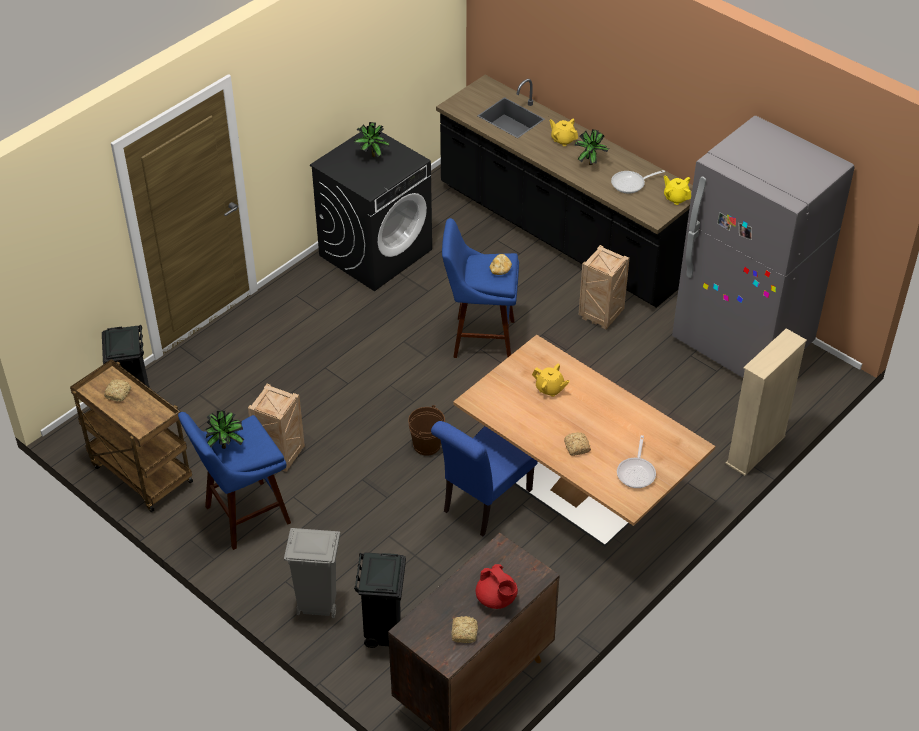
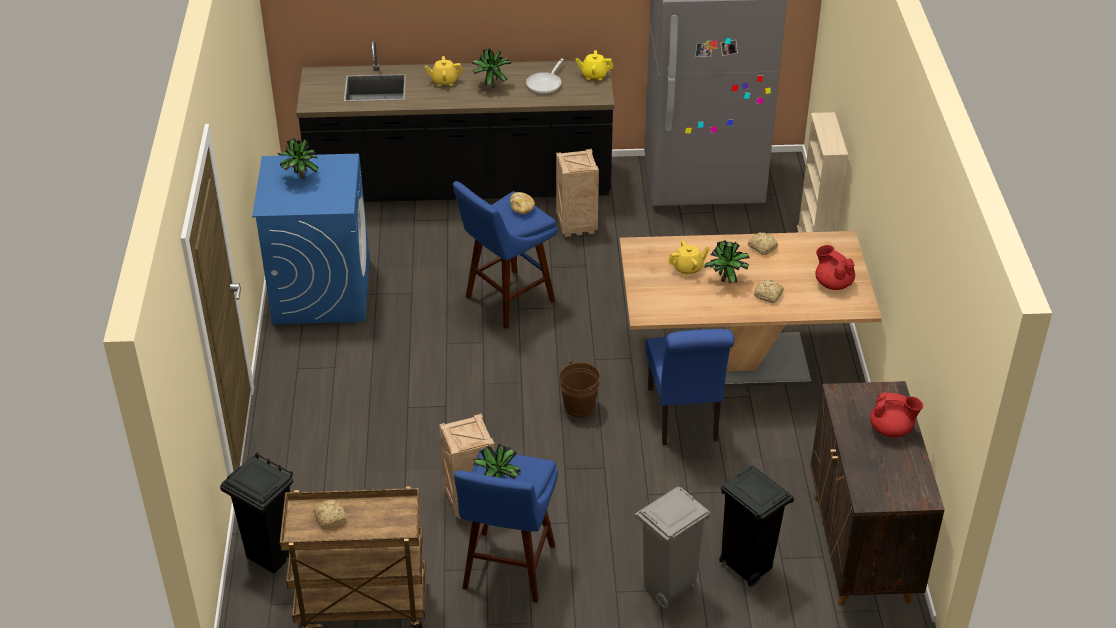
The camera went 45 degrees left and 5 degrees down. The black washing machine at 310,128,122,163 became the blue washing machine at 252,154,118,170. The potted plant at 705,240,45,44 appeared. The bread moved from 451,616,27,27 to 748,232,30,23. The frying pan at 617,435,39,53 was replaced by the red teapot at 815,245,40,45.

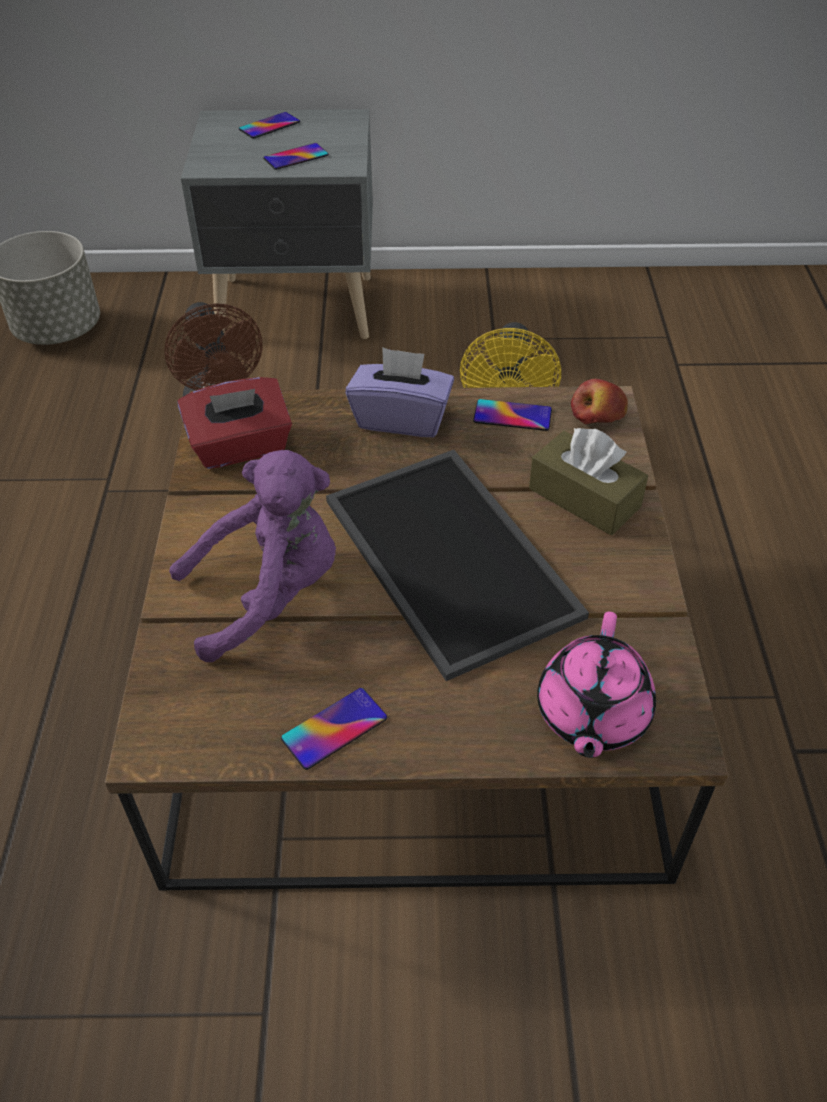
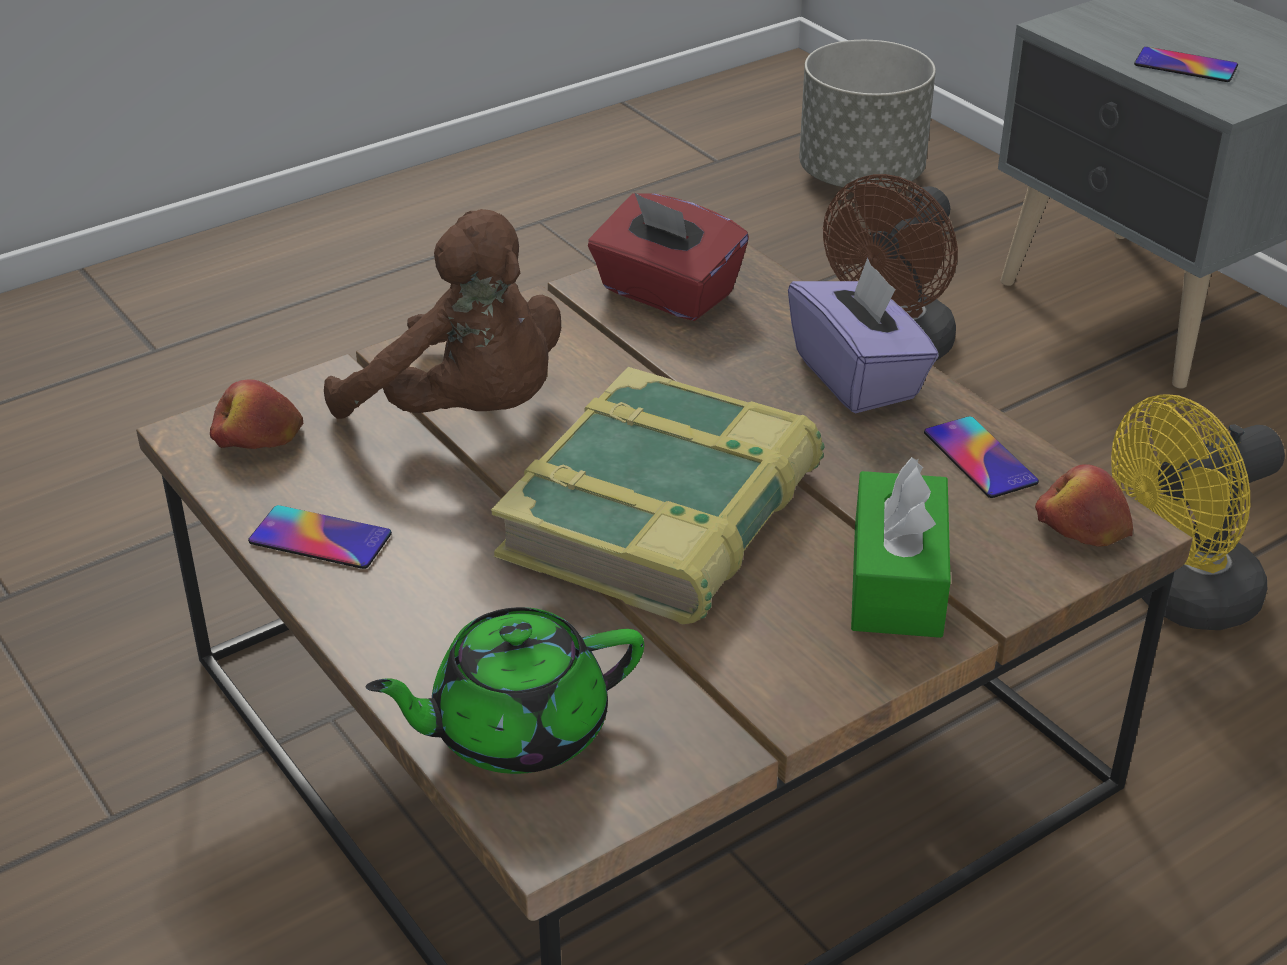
The camera went 55 degrees right and 10 degrees down. The apple at 210,380,94,69 appeared. The purple plush toy at 169,450,167,212 became the brown plush toy at 324,209,238,210. The pink teapot at 537,612,119,146 became the green teapot at 365,607,279,167. The tray at 326,450,263,231 was replaced by the book at 491,367,334,257. The brown tissue box at 529,428,119,107 became the green tissue box at 851,457,100,181. The phone at 239,112,61,27 disappeared.

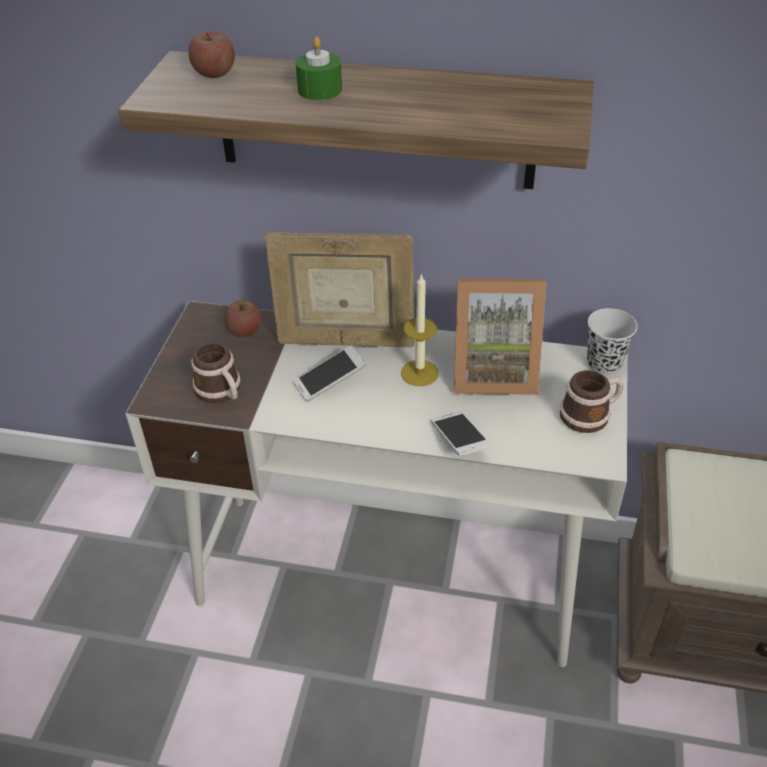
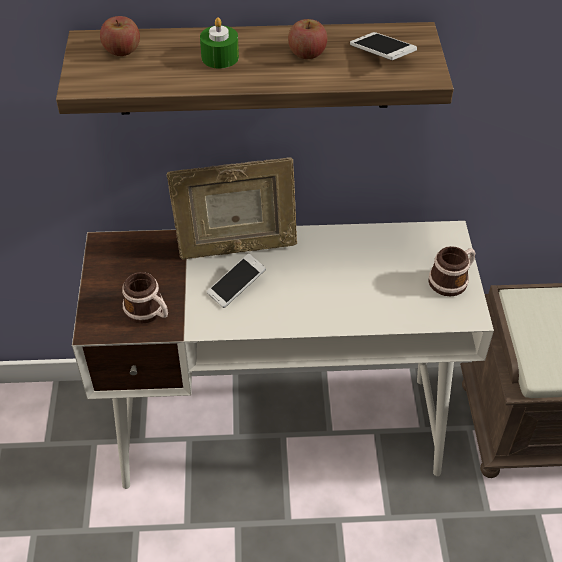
The camera went 15 degrees left and 5 degrees up. The apple moved from 224,300,38,37 to 288,19,39,40. The phone moved from 431,411,60,45 to 350,32,67,28. The candle at 401,273,38,113 disappeared. The picture frame at 454,278,93,117 disappeared. The black cup at 587,308,51,67 disappeared.

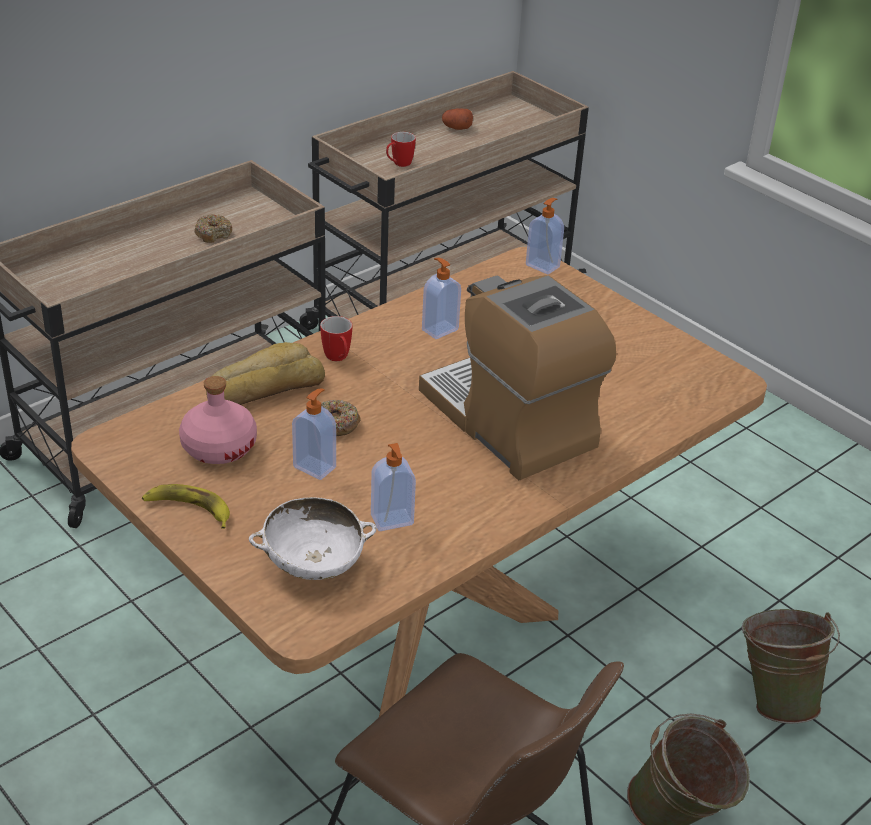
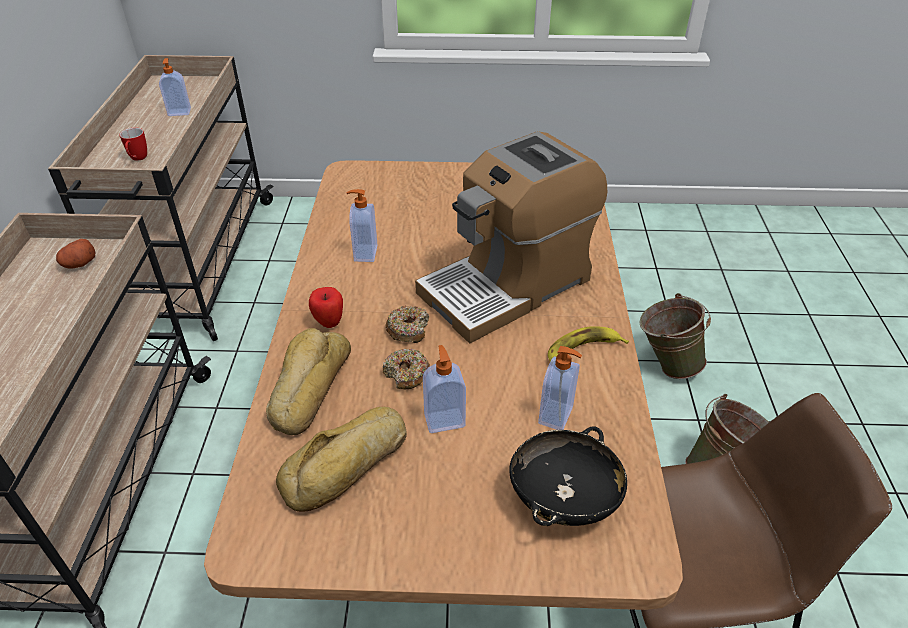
The camera went 45 degrees left and 5 degrees up. The potato moved from 442,108,31,22 to 56,239,39,30. The soap dispenser moved from 526,198,38,76 to 159,58,32,58. The pink bottle at 179,376,78,88 was replaced by the bread at 276,407,131,105. The mug at 320,316,32,45 was replaced by the apple at 309,287,34,41. The donut moved from 195,214,37,29 to 385,306,44,37. The coffee machine at 419,275,197,205 turned 45 degrees counterclockwise. The white bowl at 249,497,128,83 became the black bowl at 509,426,118,100. The banana moved from 142,484,88,45 to 548,326,81,35.

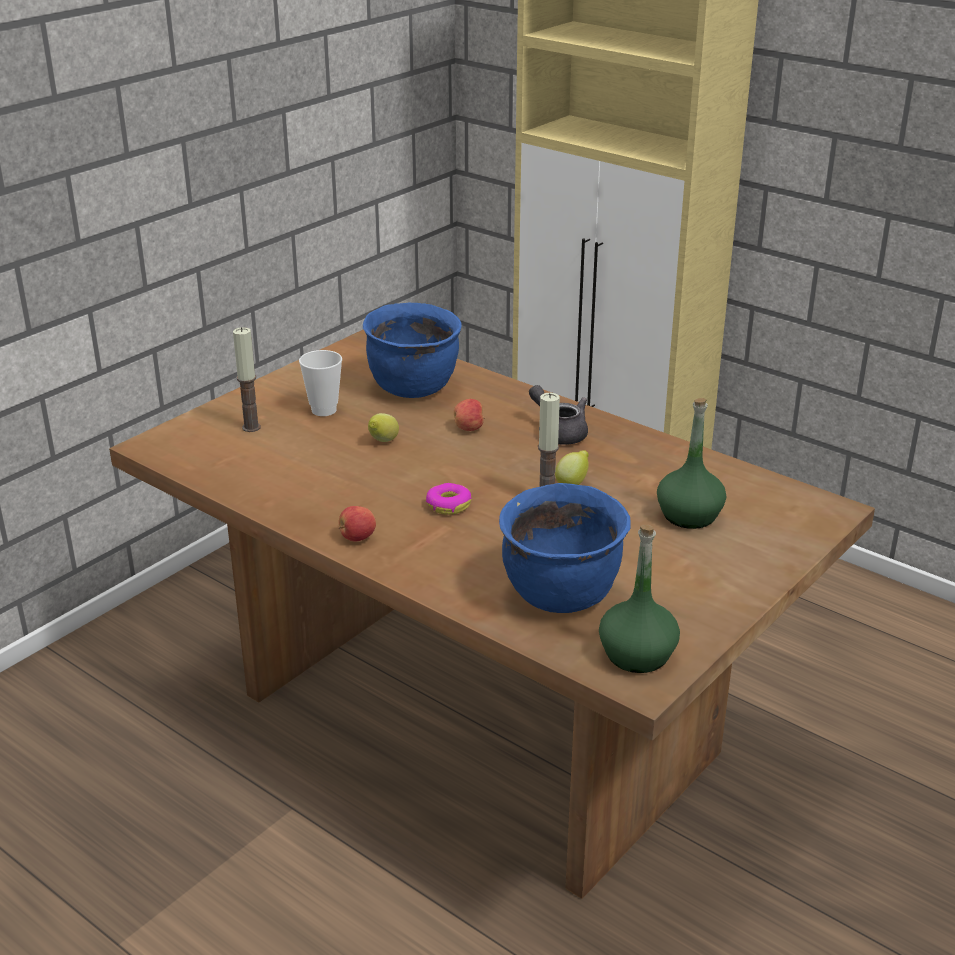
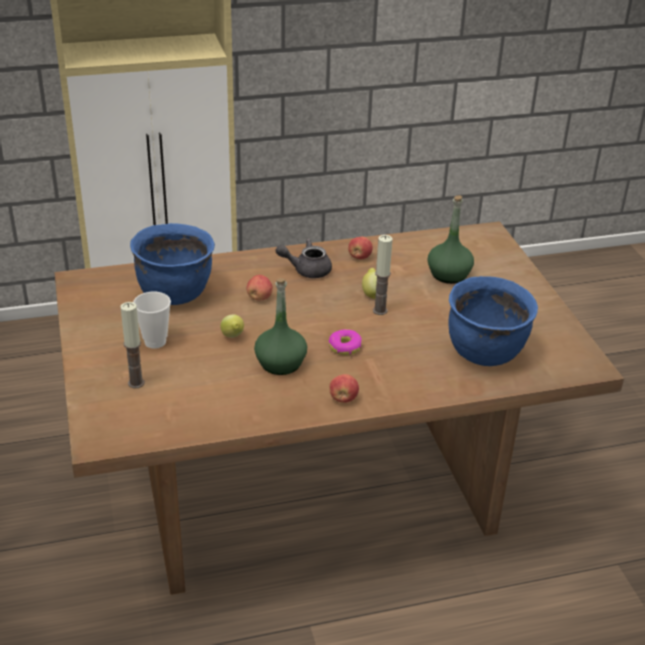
The camera went 55 degrees left and 5 degrees up. The green bottle moved from 599,525,81,148 to 254,278,53,97. The apple at 348,236,25,24 appeared.

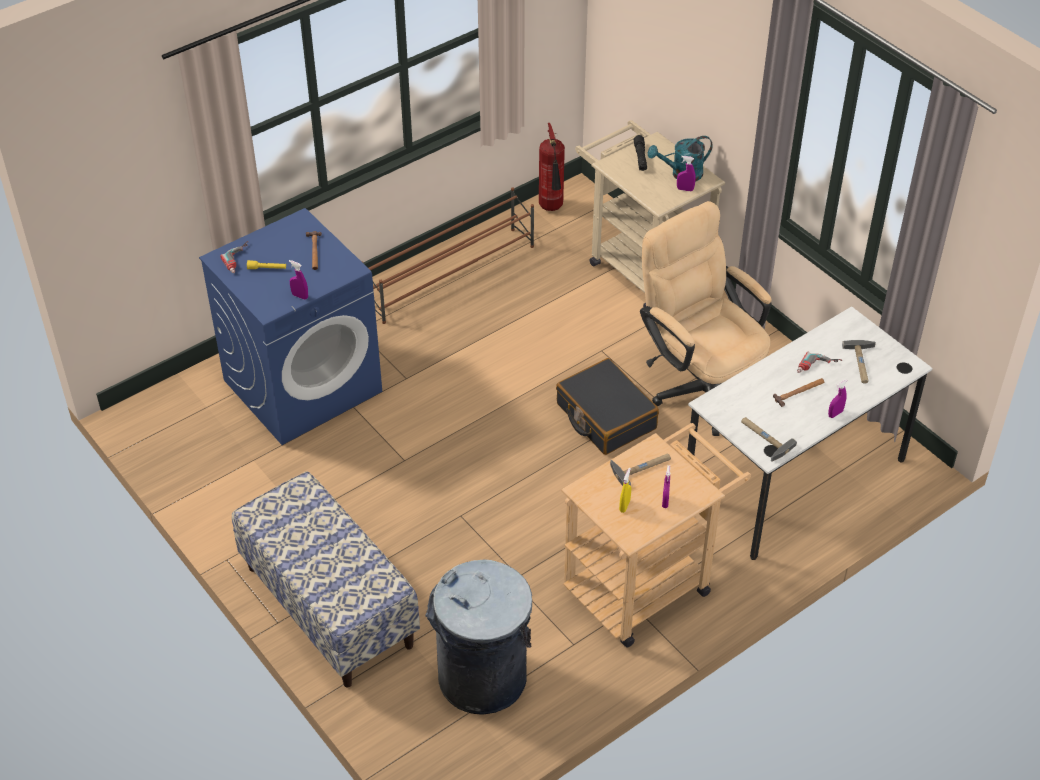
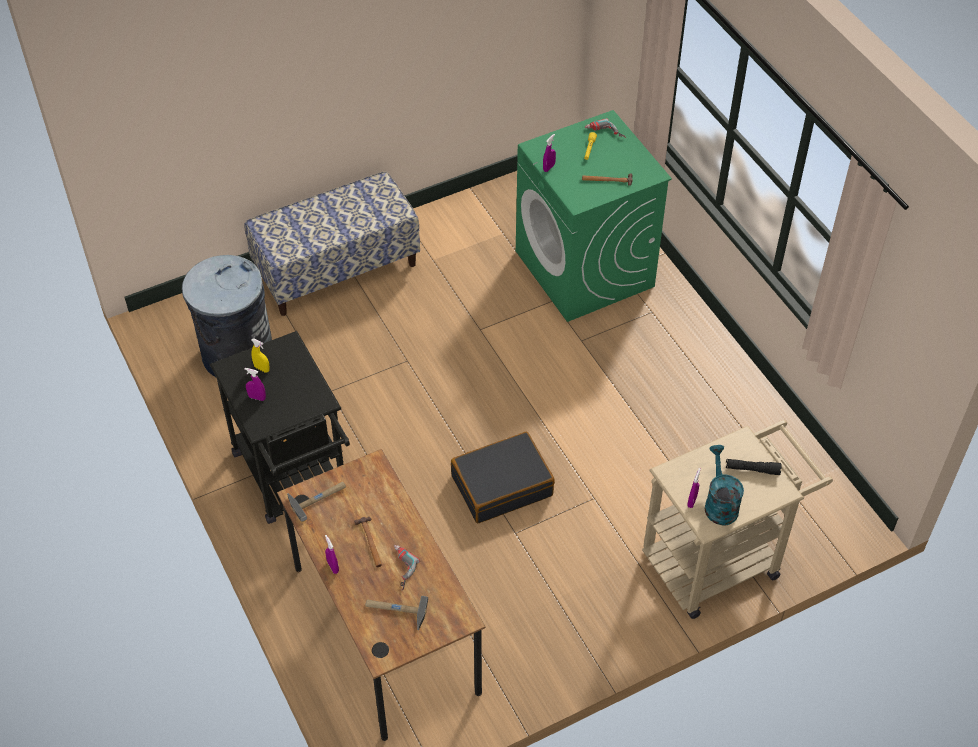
The camera went 100 degrees right and 5 degrees up. The beige cart at 561,423,190,224 became the black cart at 210,331,140,193. The white desk at 688,306,245,254 became the brown desk at 277,449,209,292. The blue washing machine at 199,208,183,237 became the green washing machine at 516,110,156,212. The brown shoe rack at 361,187,173,137 disappeared. The fire extinguisher at 539,123,26,88 disappeared. The hammer at 610,454,61,32 disappeared. The beige office chair at 640,201,131,235 disappeared.

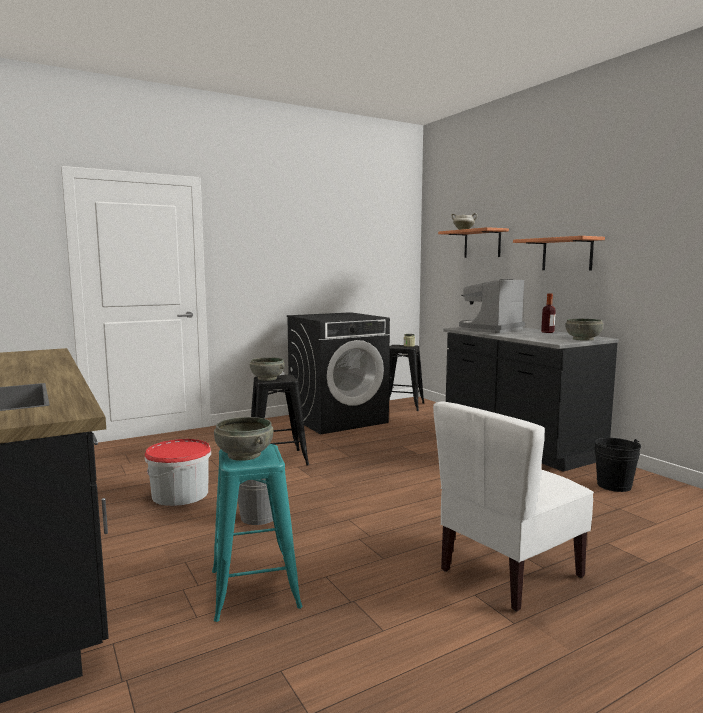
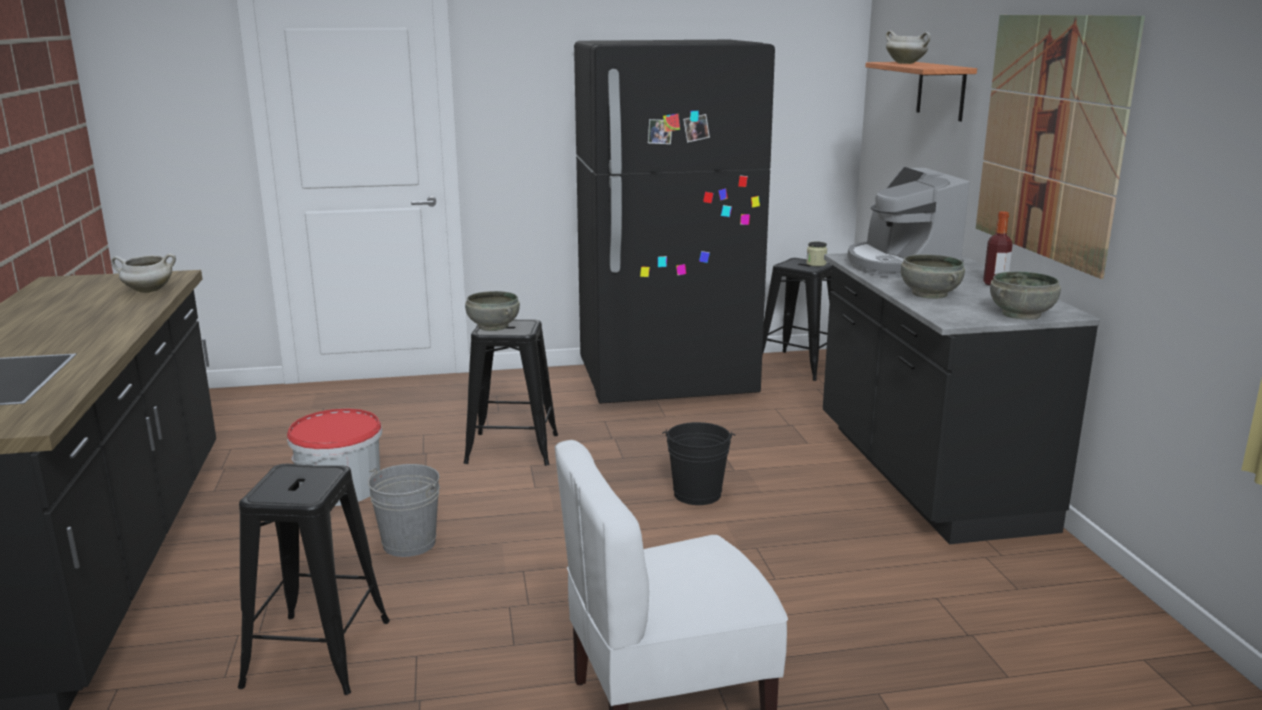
The camera went 20 degrees right and 10 degrees up. The white cooking pot at 111,253,65,40 appeared. The turquoise stool at 212,444,90,178 became the black stool at 238,464,152,231. The black washing machine at 286,312,104,122 was replaced by the black fridge at 574,40,201,364. The black bucket moved from 595,438,46,54 to 662,422,73,83. The coffee machine at 459,279,66,54 turned 75 degrees counterclockwise. The grey bowl moved from 214,417,59,44 to 901,254,64,45. The shelf at 513,236,92,35 was replaced by the picture at 976,15,169,264.

